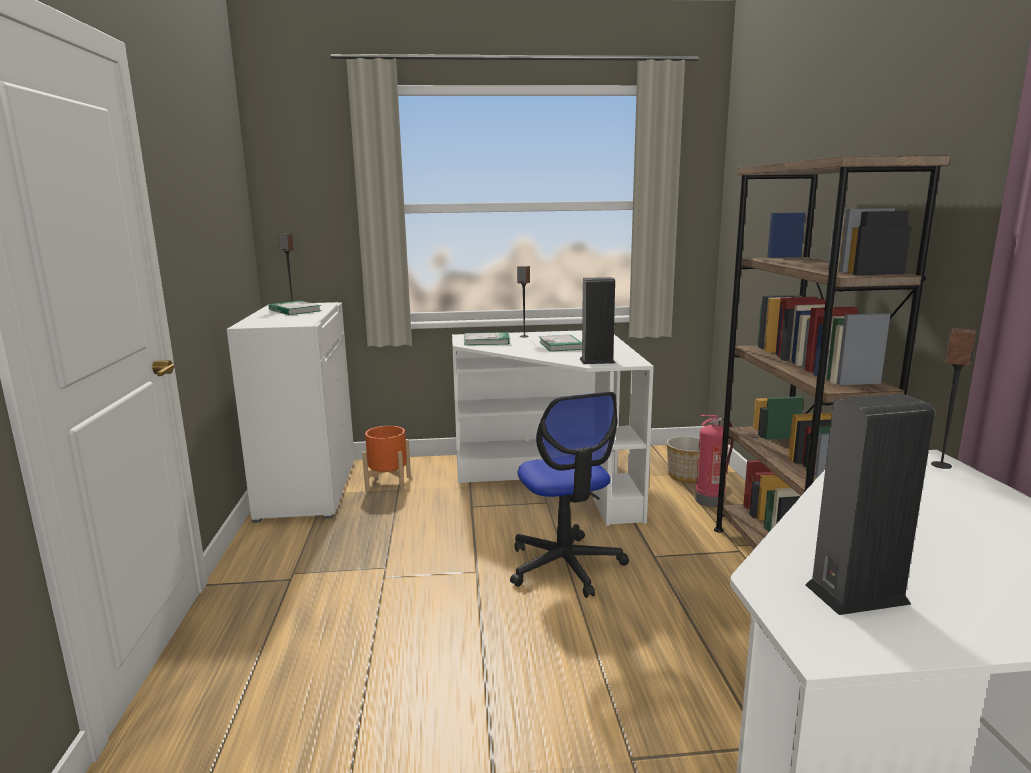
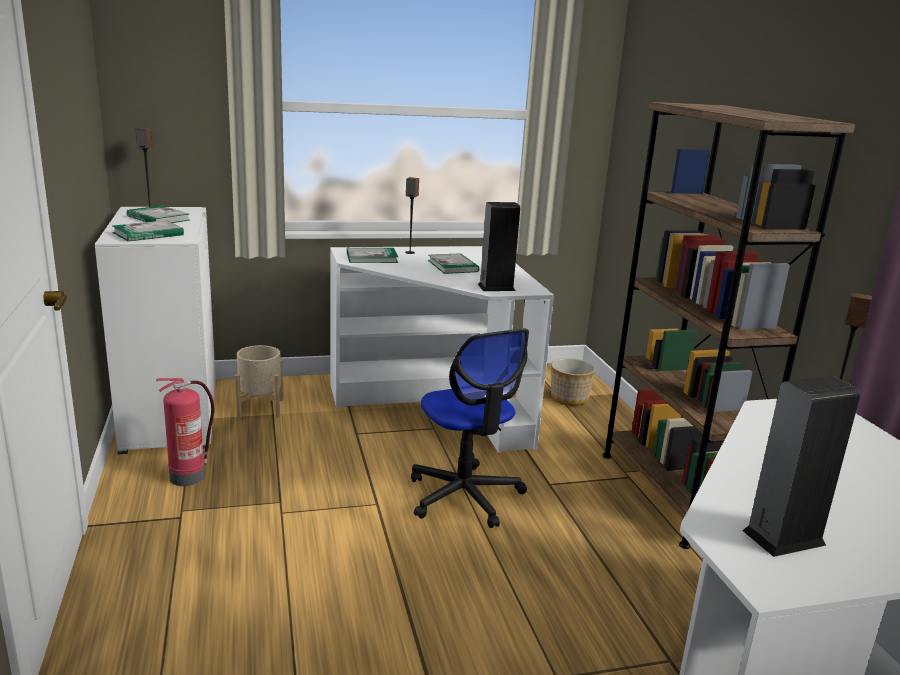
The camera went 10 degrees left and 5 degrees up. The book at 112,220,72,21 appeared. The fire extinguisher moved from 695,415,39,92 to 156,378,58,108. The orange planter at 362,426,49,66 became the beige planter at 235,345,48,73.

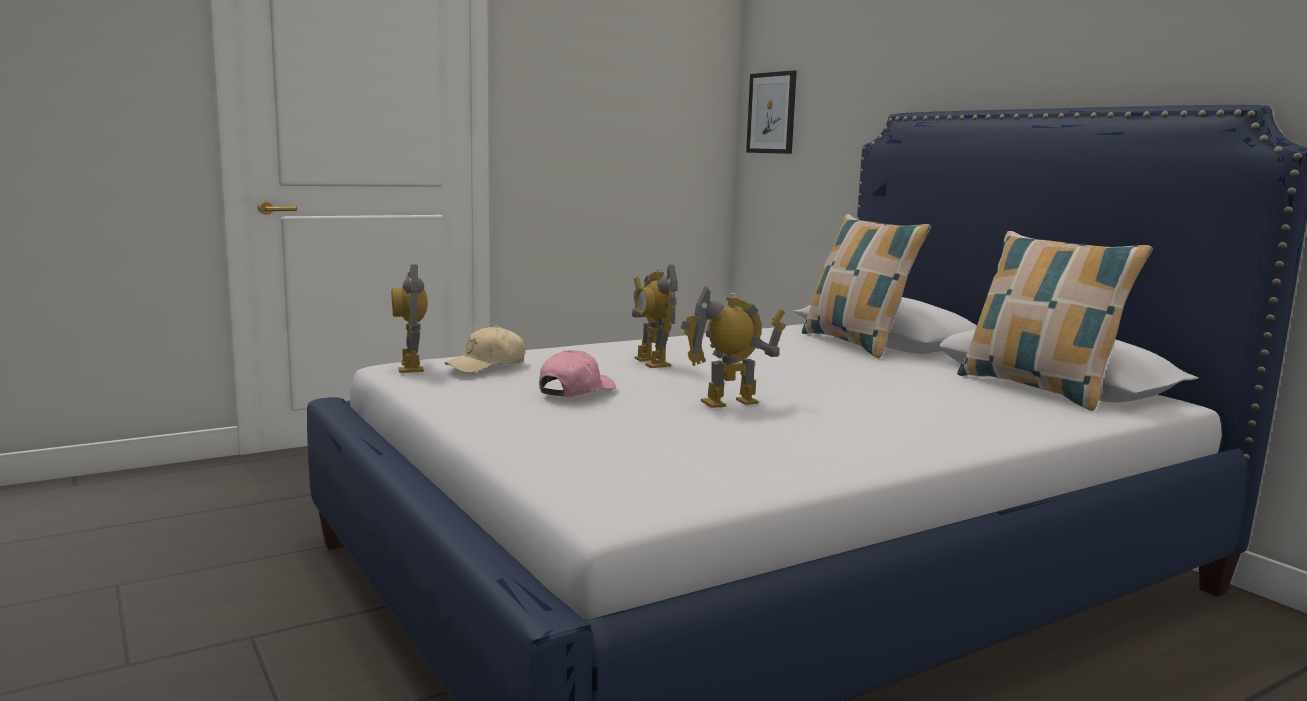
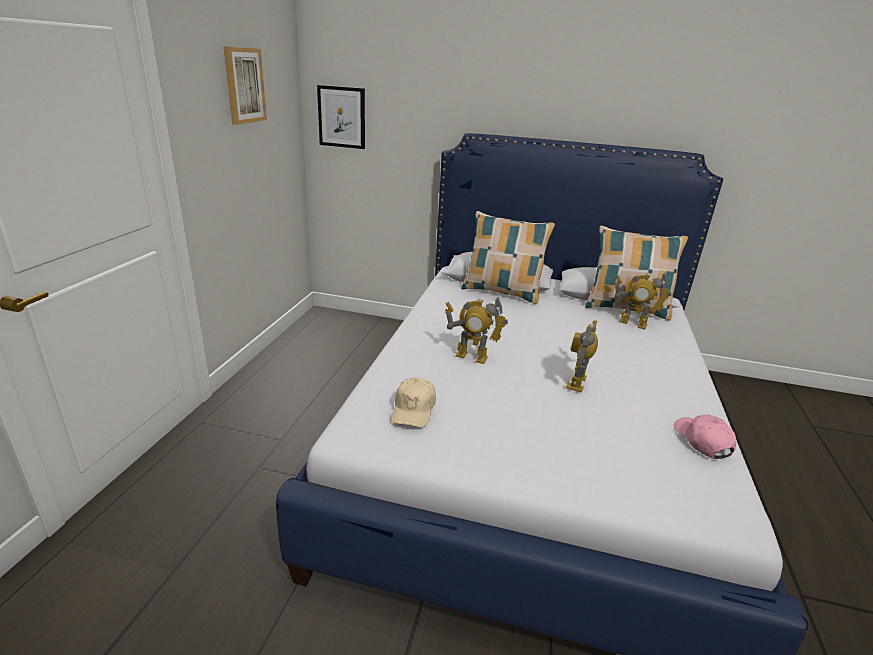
The camera went 45 degrees left and 15 degrees up. The picture at 223,46,44,79 appeared. The toy robot moved from 392,264,36,109 to 614,273,57,57. The pink cap moved from 539,350,77,47 to 674,414,62,45.

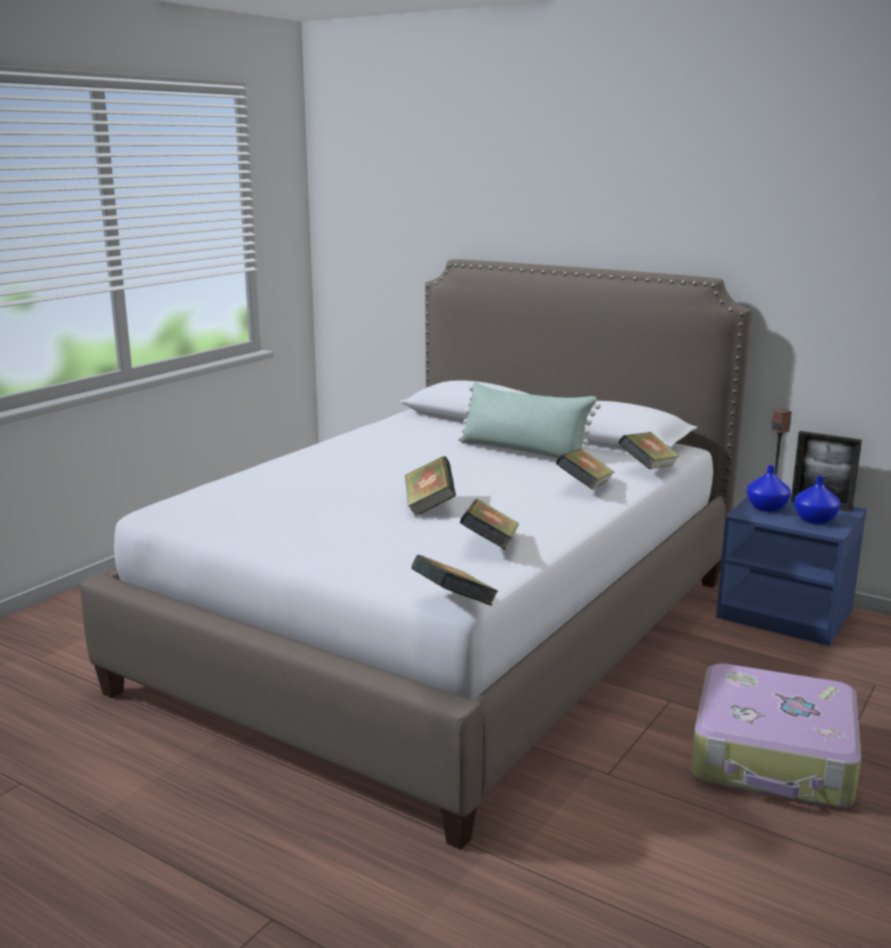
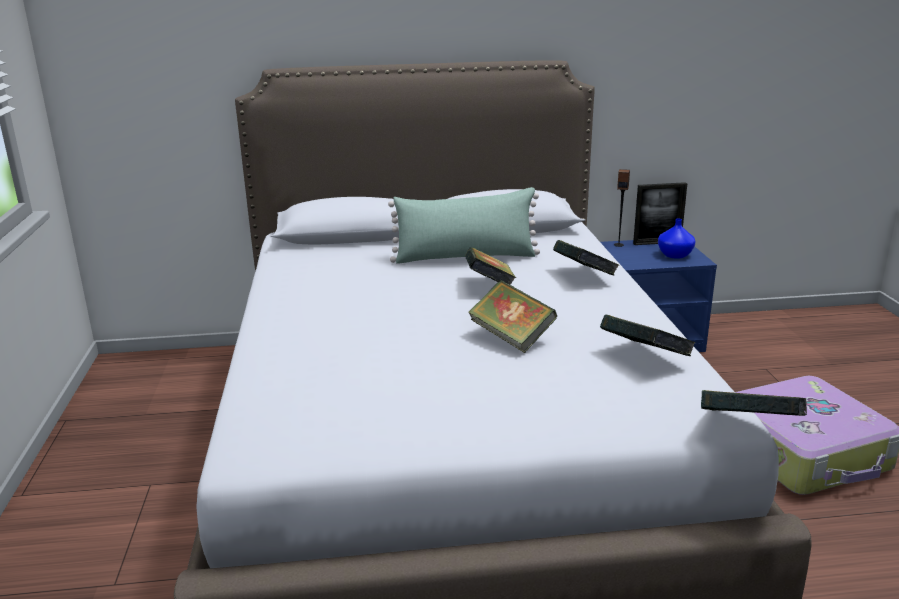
The camera went 40 degrees left and 5 degrees up. The book moved from 618,432,62,37 to 465,247,51,38. The blue vase at 747,465,44,47 disappeared.

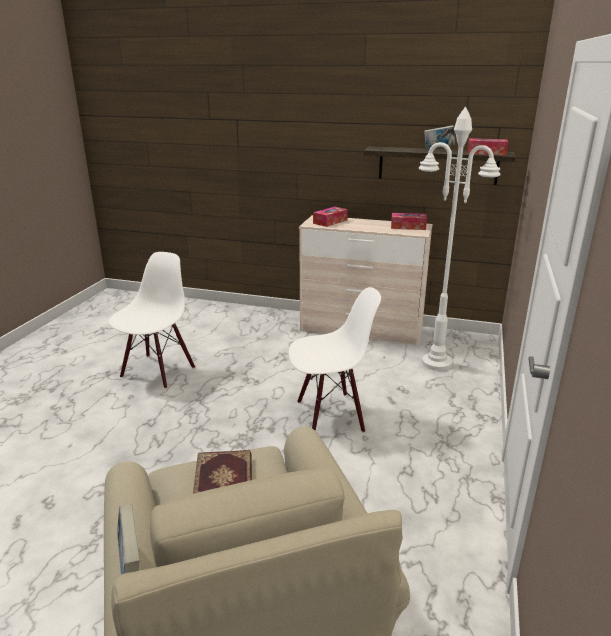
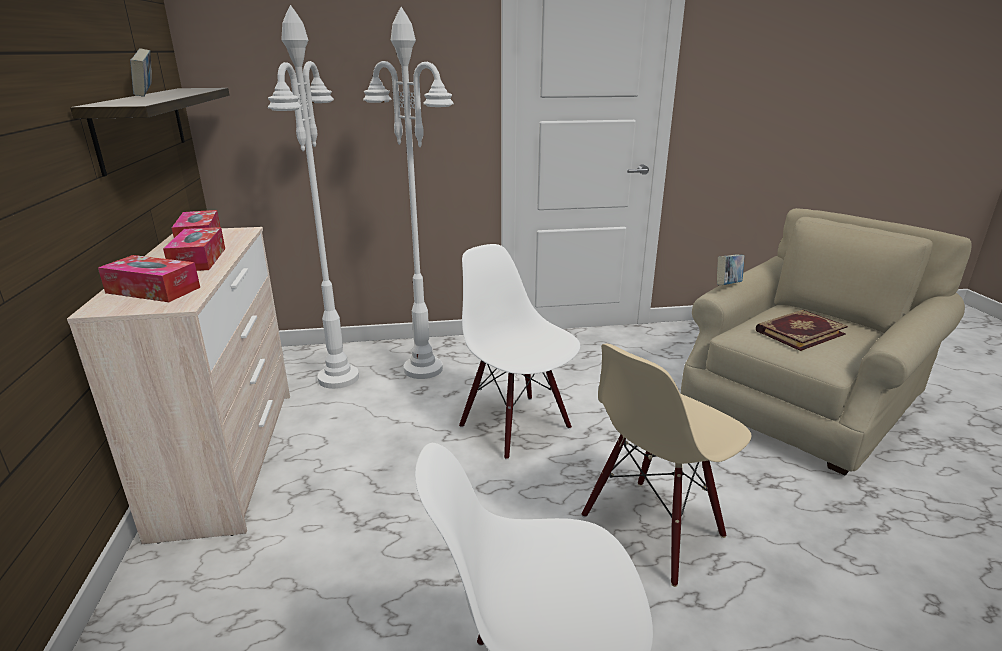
The camera went 115 degrees left and 0 degrees up. The tissue box moved from 468,138,40,17 to 163,227,62,44. The white floor lamp at 363,7,91,372 appeared. The beige chair at 582,344,170,243 appeared. The book moved from 117,504,23,70 to 717,255,27,30.

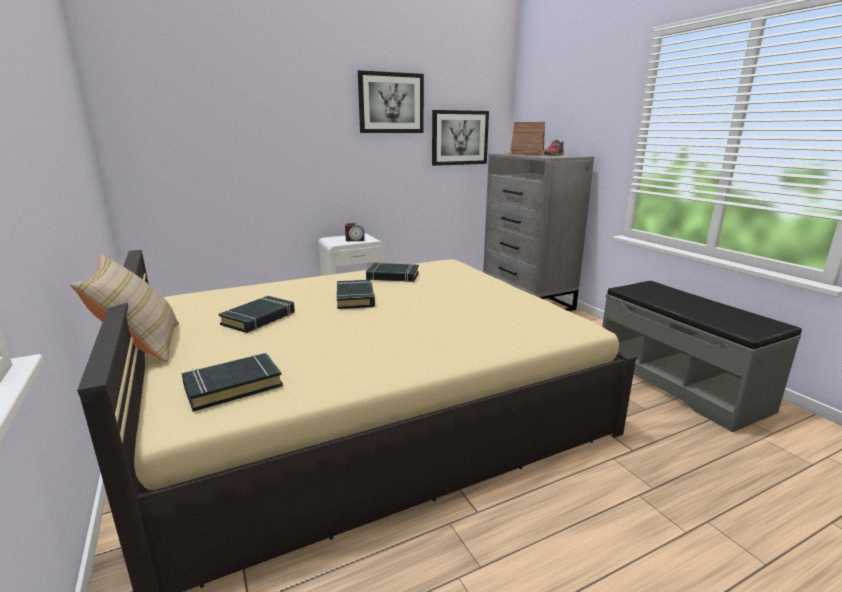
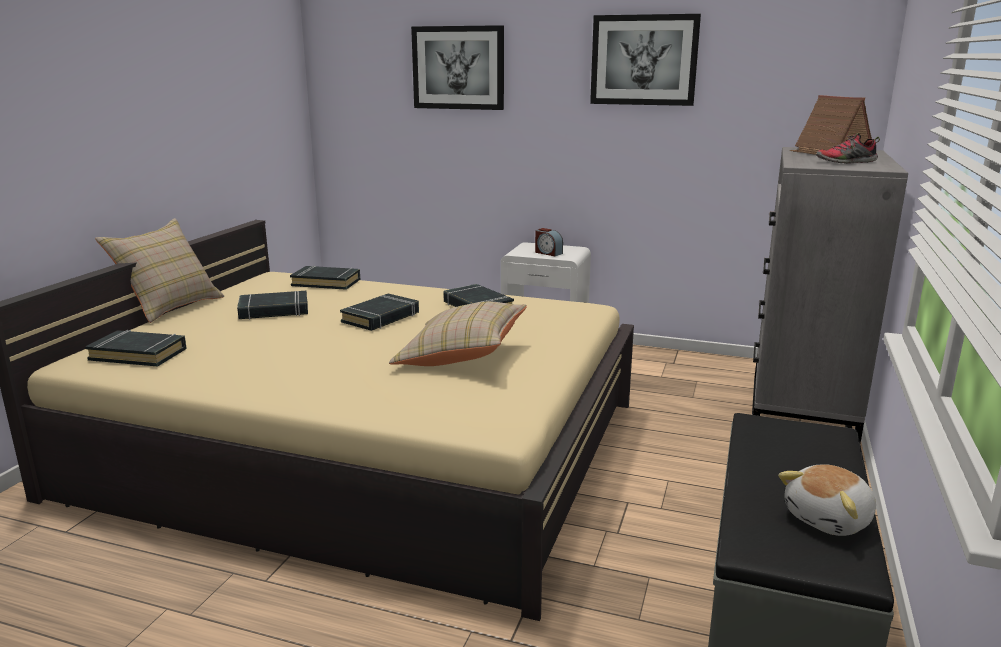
The camera went 45 degrees right and 0 degrees up. The black book at 290,265,70,25 appeared. The beige pillow at 389,302,138,64 appeared. The picture moved from 432,110,57,56 to 411,25,93,85. The plush toy at 778,464,98,72 appeared.

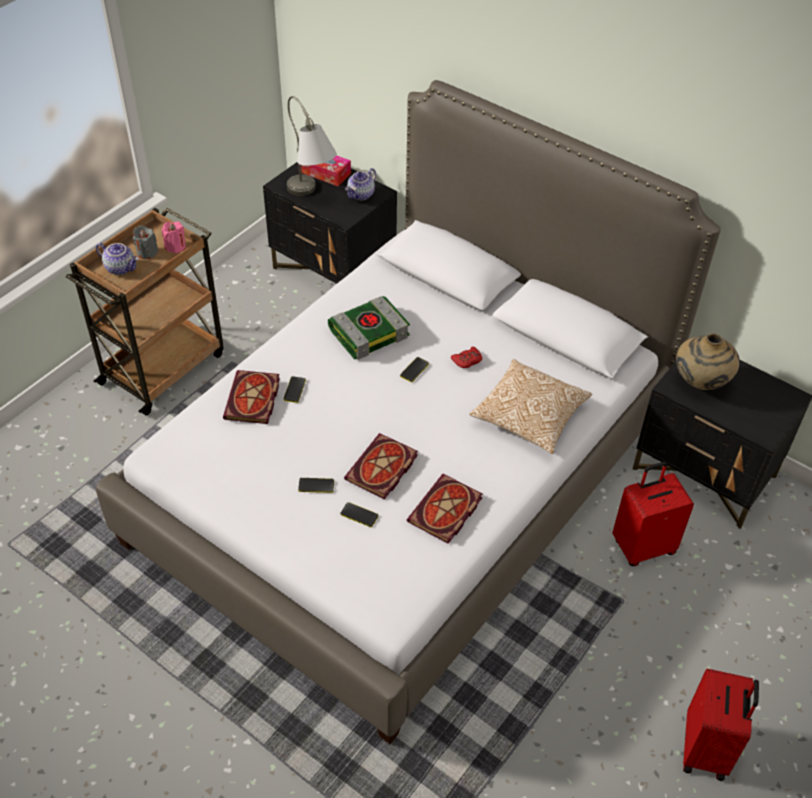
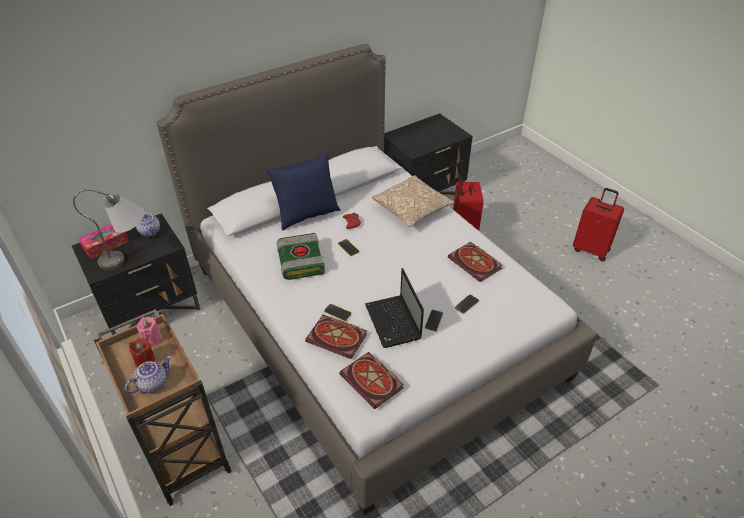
The camera went 70 degrees left and 5 degrees down. The grey candle at 133,225,26,34 became the red candle at 128,338,27,29. The blue pillow at 266,152,75,79 appeared. The book moved from 344,433,74,66 to 339,352,65,57. The laptop at 365,268,59,80 appeared. The beige vase at 676,333,64,57 disappeared.

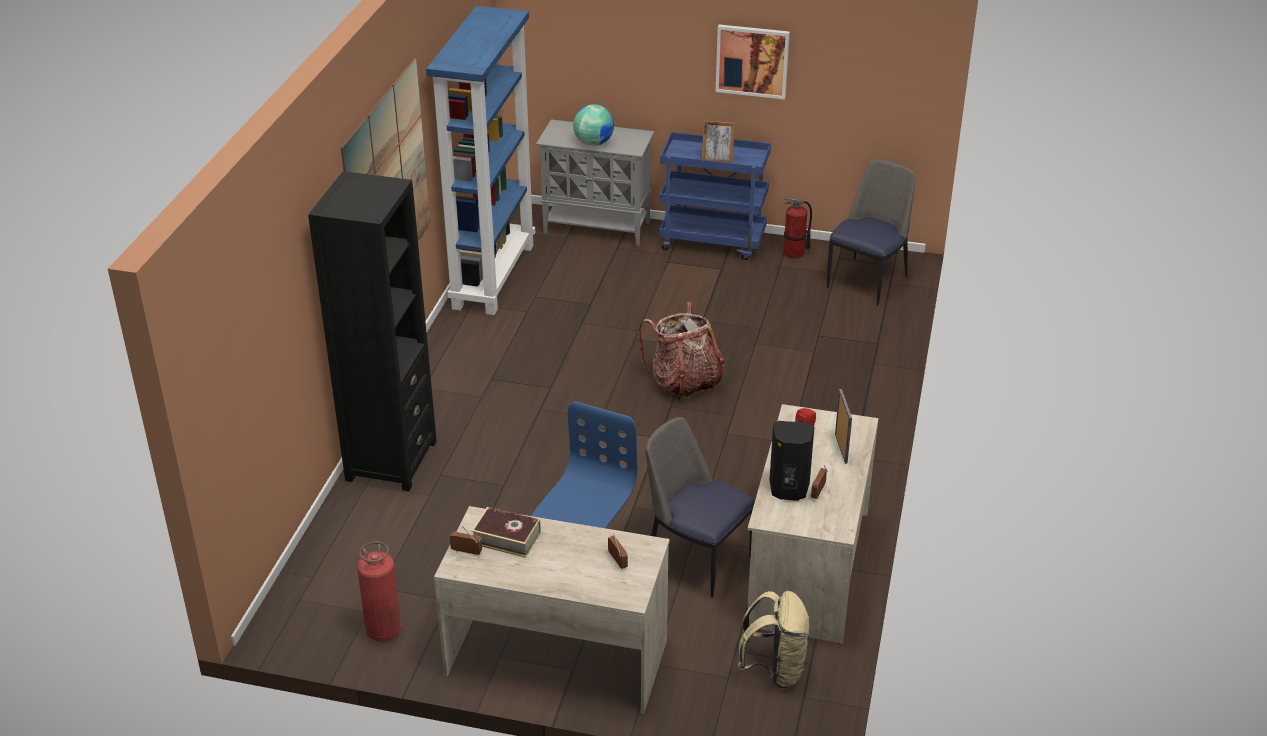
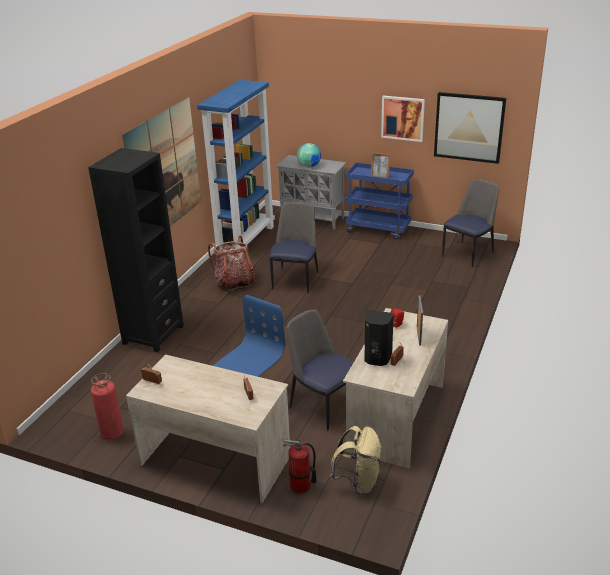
The camera went 10 degrees right and 5 degrees down. The backpack moved from 638,302,86,99 to 208,235,47,56. The chair at 269,202,49,91 appeared. The fire extinguisher moved from 783,197,29,62 to 283,439,34,54. The picture at 434,92,72,72 appeared. The book at 471,507,70,51 disappeared.

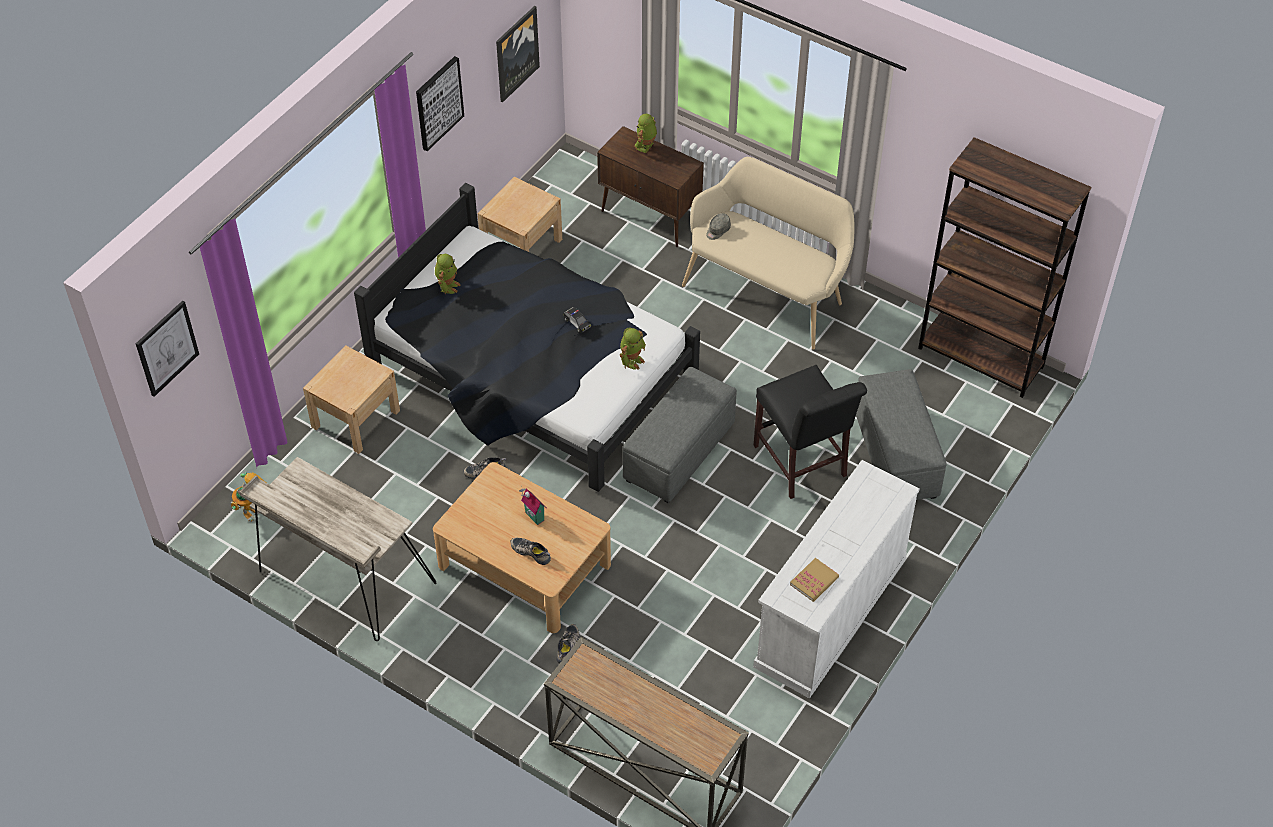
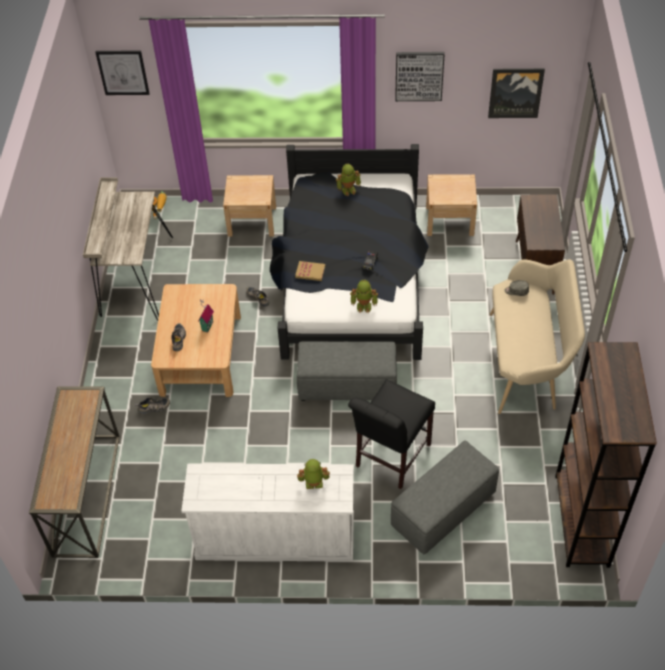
The camera went 60 degrees right and 0 degrees up. The book moved from 790,558,49,44 to 295,261,30,20. The toy robot moved from 634,114,23,39 to 297,459,33,30.

